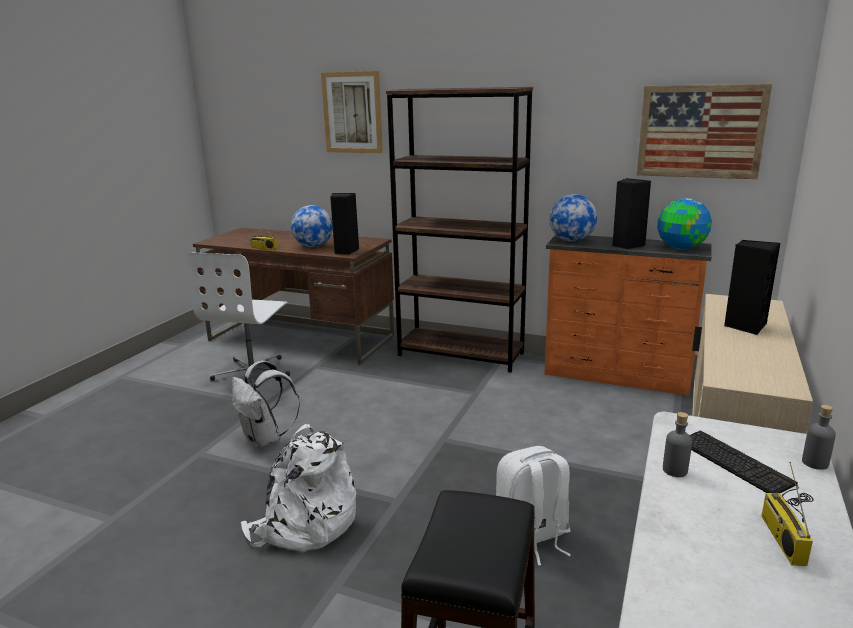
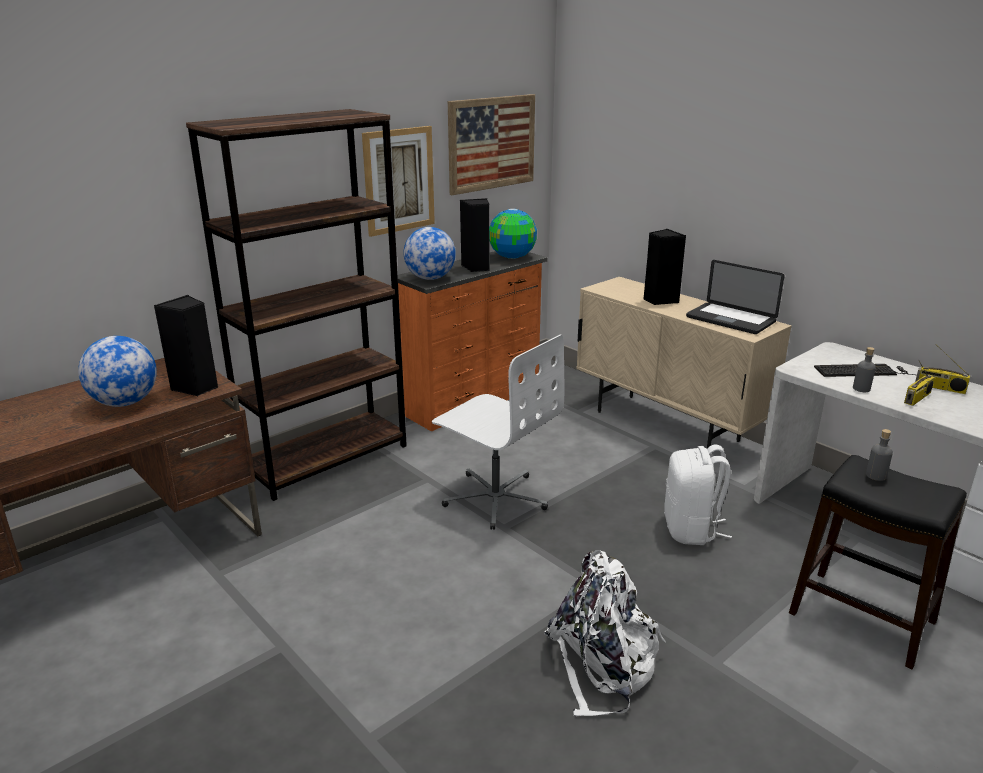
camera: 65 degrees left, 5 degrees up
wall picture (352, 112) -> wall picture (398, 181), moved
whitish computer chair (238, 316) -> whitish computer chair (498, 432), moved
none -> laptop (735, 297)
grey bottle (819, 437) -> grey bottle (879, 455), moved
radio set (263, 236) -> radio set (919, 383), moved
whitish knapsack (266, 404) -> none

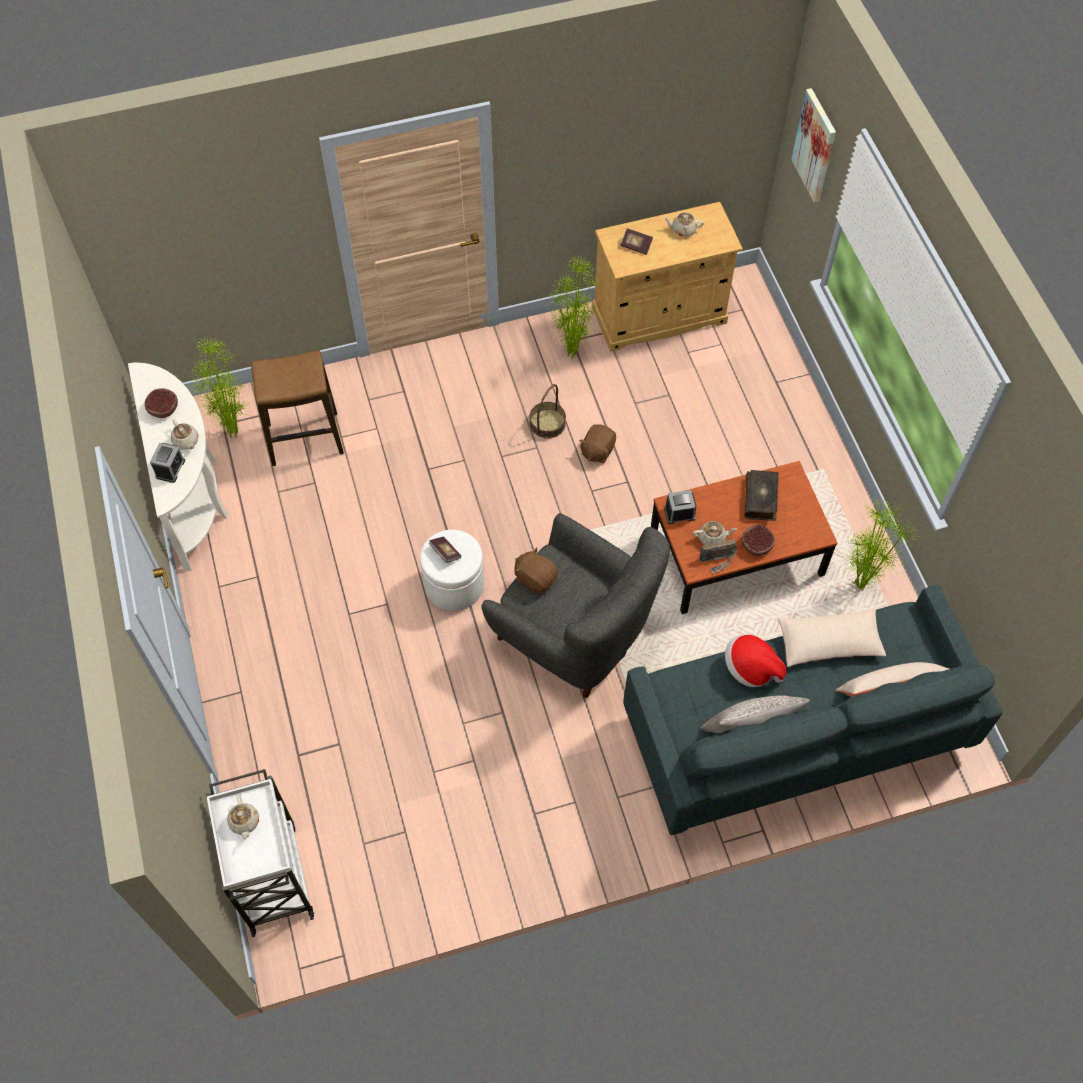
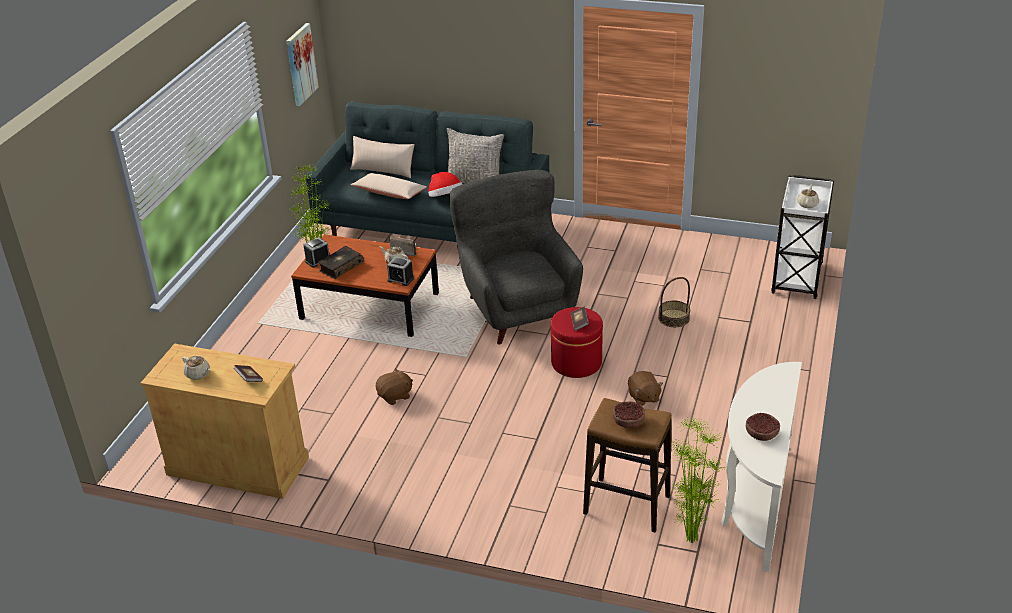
camera: 145 degrees left, 25 degrees down
wall picture (813, 145) -> wall picture (303, 64), moved
bedside clock (167, 463) -> bedside clock (316, 252), moved
whitish pouffe (452, 570) -> red pouffe (576, 342)
serving bowl (758, 540) -> serving bowl (629, 414), moved
brownish soft toy (536, 570) -> brownish soft toy (645, 388), moved
storage basket (547, 411) -> storage basket (674, 302), moved
sand-coloured tea pot (185, 434) -> none
plant in a pot (576, 307) -> none

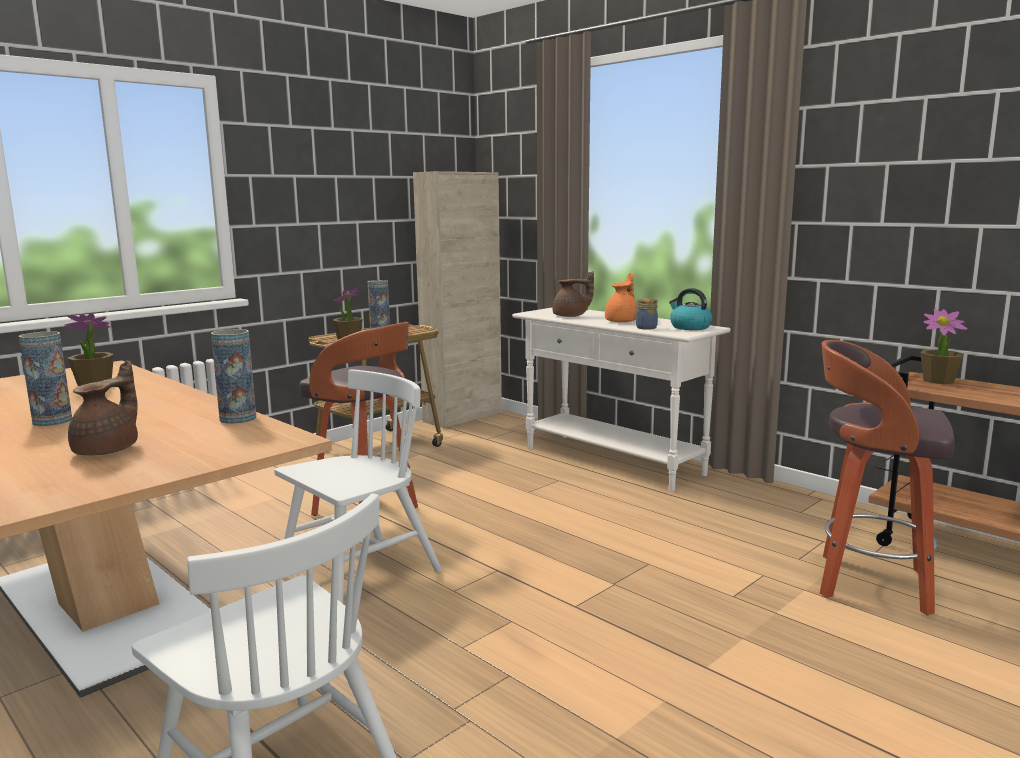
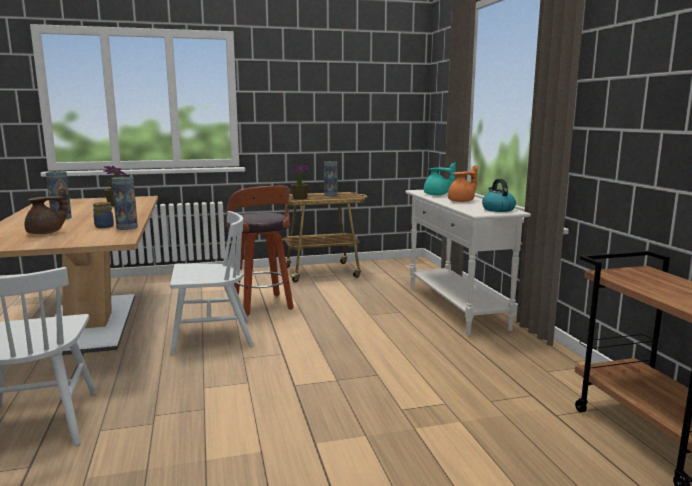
camera: 30 degrees right, 0 degrees up
jar (646, 314) -> jar (103, 215), moved
brownish tea pot (573, 294) -> blue-green tea pot (440, 178)
sand-coloured storage cabinet (457, 300) -> none
stool (887, 477) -> none
plant in a pot (944, 346) -> none

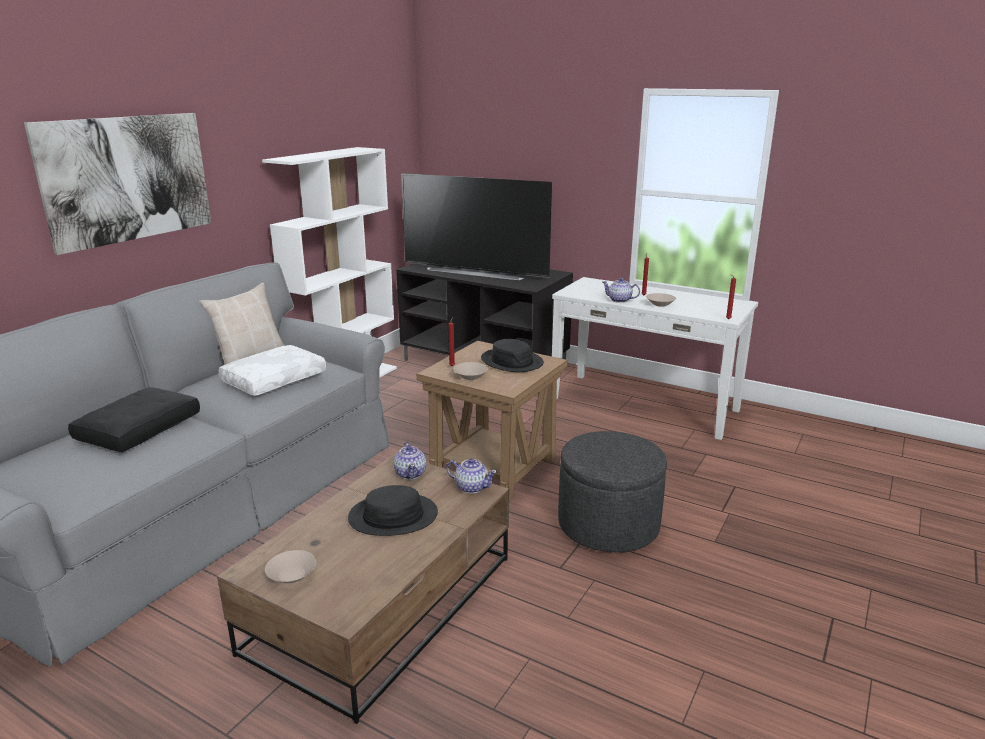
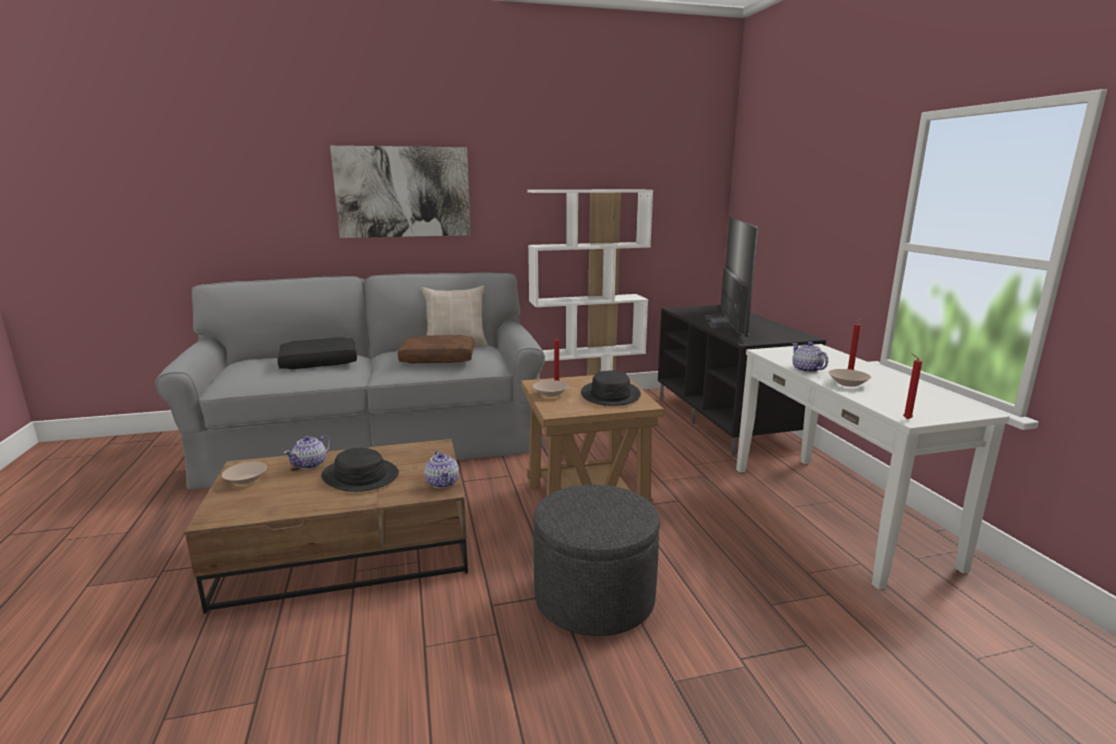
camera: 45 degrees right, 5 degrees down
tea pot (410, 460) -> tea pot (307, 452), moved
whitish pillow (272, 370) -> brownish pillow (436, 349)
television (476, 226) -> television (731, 277), 150 degrees counterclockwise

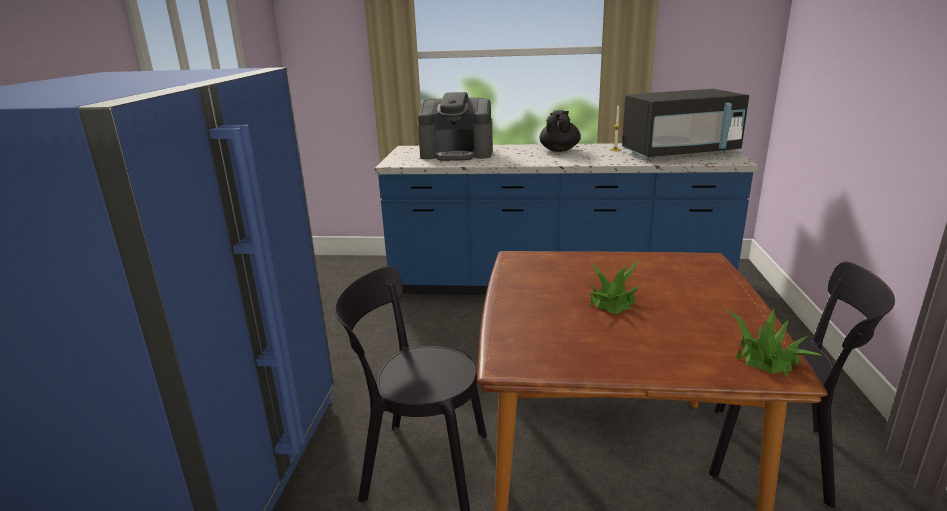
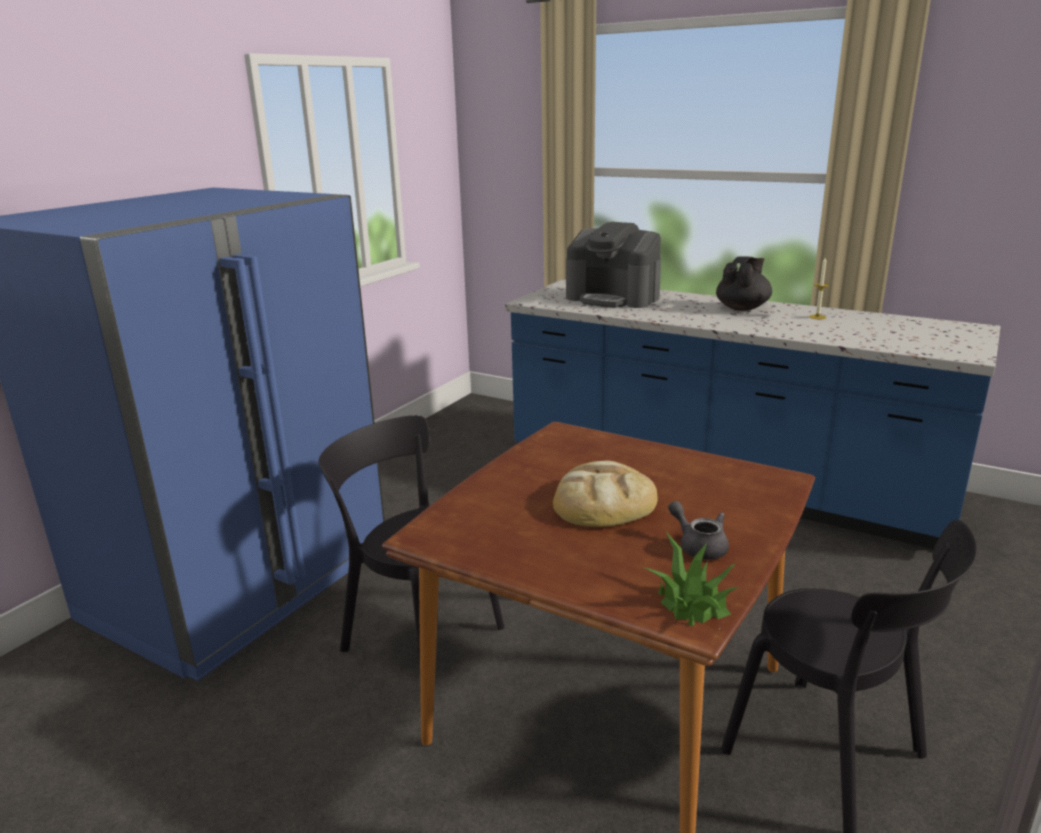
camera: 25 degrees right, 0 degrees up
plant in a pot (614, 287) -> bread (605, 493)
none -> grey tea pot (698, 530)
black kitchen microwave (685, 124) -> none

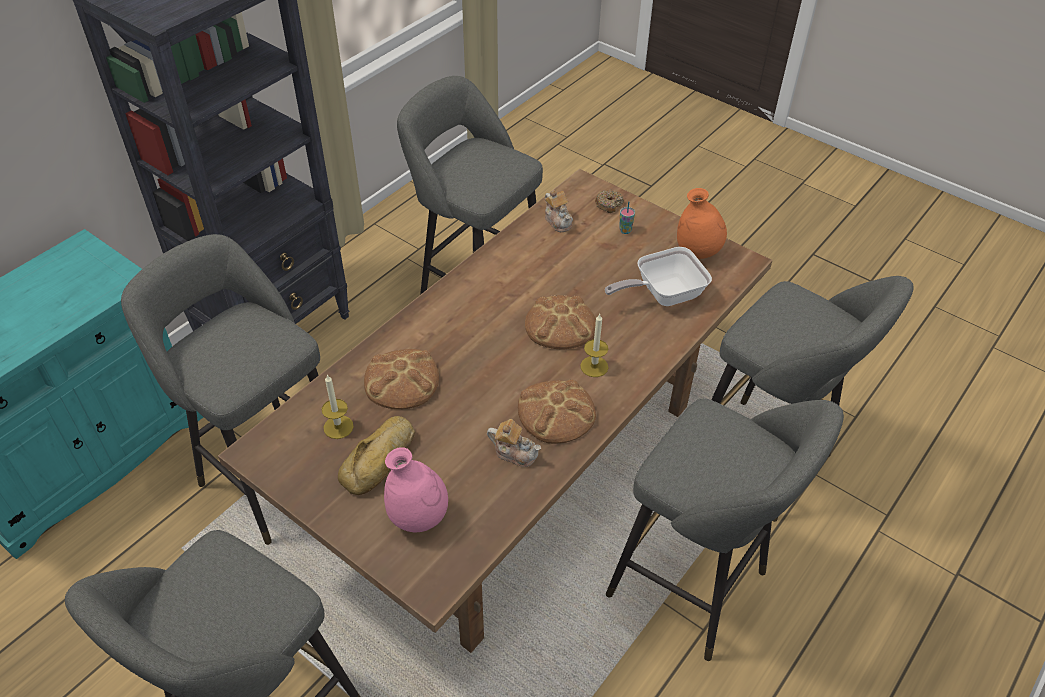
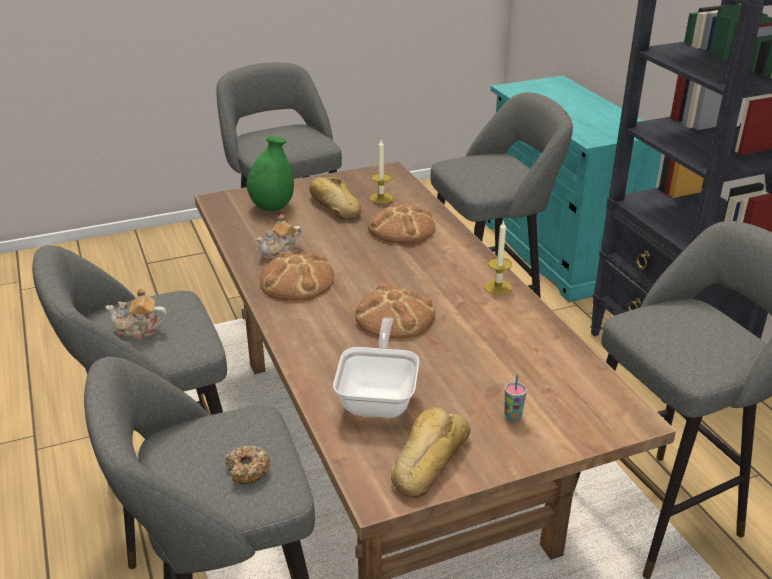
camera: 120 degrees right, 15 degrees down
tea pot (559, 211) -> tea pot (136, 313), moved
doughnut (609, 201) -> doughnut (248, 464), moved
pinkish vase (416, 489) -> green vase (270, 173)
orange-coloured vase (702, 223) -> bread (430, 452)
wax candle (594, 345) -> wax candle (498, 257), moved

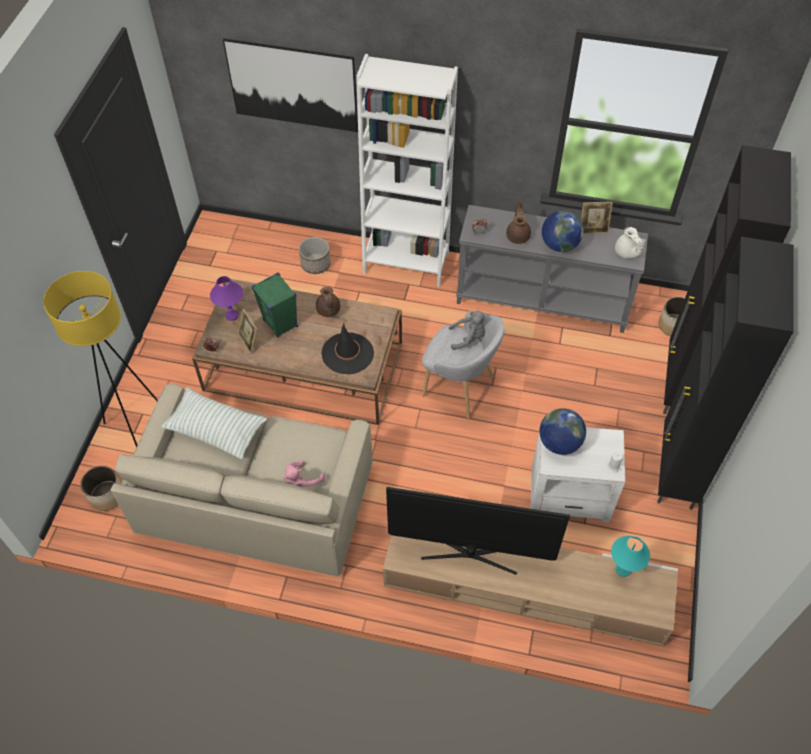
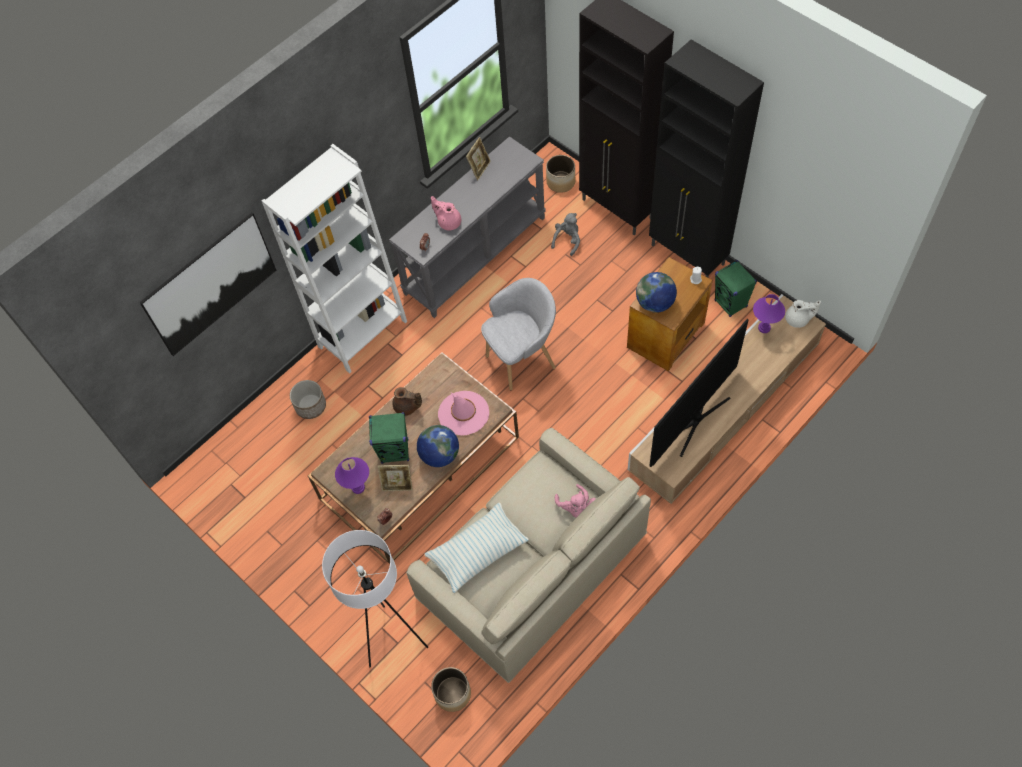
camera: 55 degrees left, 5 degrees up
yellowish floor lamp (100, 359) -> whitish floor lamp (375, 598)
world globe (562, 231) -> world globe (438, 446), moved
brownish tea pot (518, 222) -> pinkish tea pot (446, 213)
black clothing hat (348, 348) -> pinkish clothing hat (463, 413)
grey soft toy (468, 330) -> grey soft toy (565, 234), moved
whitish accent table (577, 475) -> brownish accent table (670, 314)
none -> green audio speaker (735, 288)
blue-green table lamp (630, 556) -> purple table lamp (769, 313)
whitish tea pot (630, 242) -> whitish tea pot (803, 314), moved

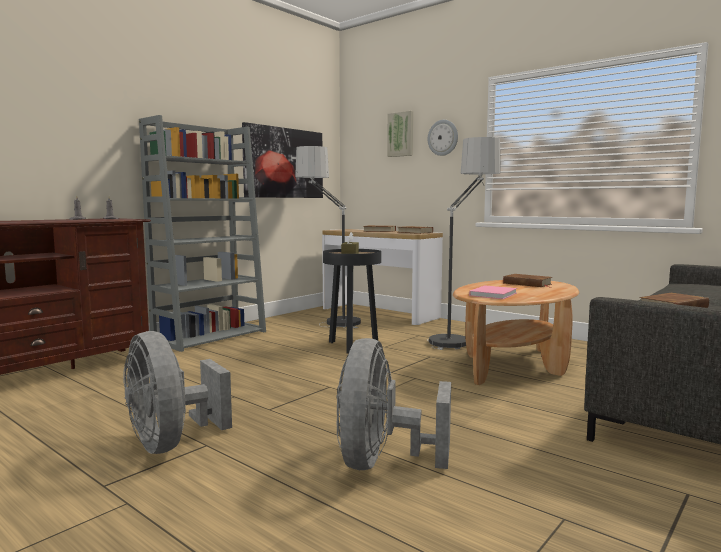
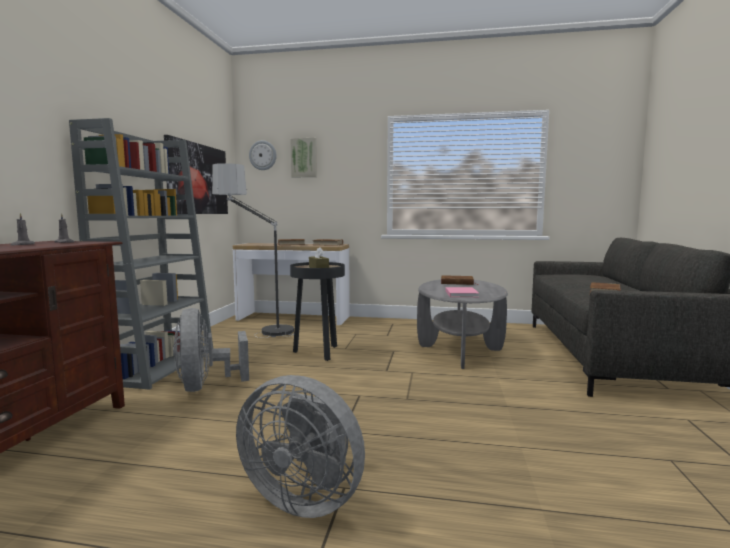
camera: 30 degrees left, 0 degrees up
grey fan (393, 404) -> grey fan (211, 350), moved
wall clock (443, 138) -> wall clock (262, 155), moved
brownish low table (516, 332) -> grey low table (462, 324)
floor lamp (464, 243) -> none

